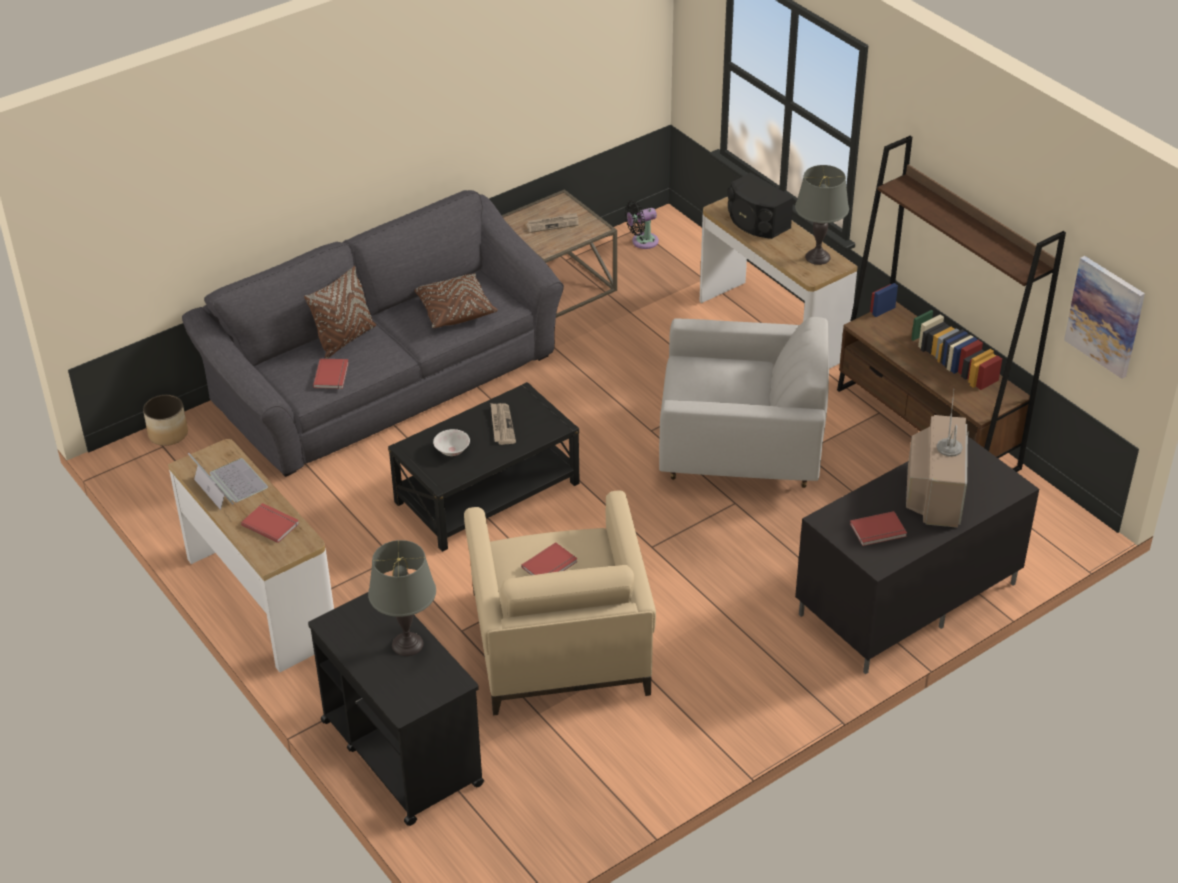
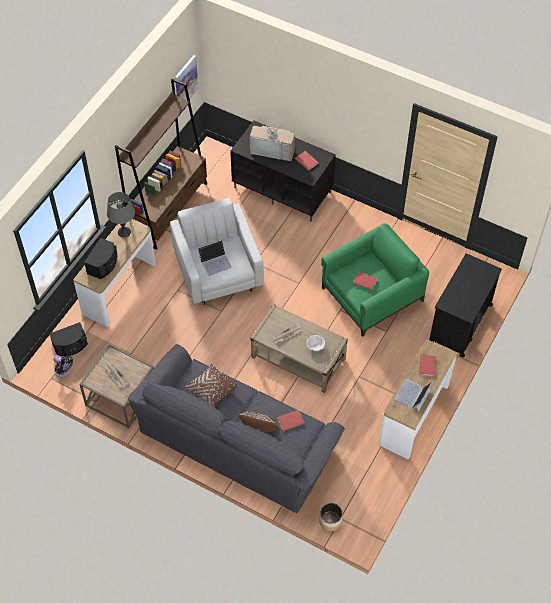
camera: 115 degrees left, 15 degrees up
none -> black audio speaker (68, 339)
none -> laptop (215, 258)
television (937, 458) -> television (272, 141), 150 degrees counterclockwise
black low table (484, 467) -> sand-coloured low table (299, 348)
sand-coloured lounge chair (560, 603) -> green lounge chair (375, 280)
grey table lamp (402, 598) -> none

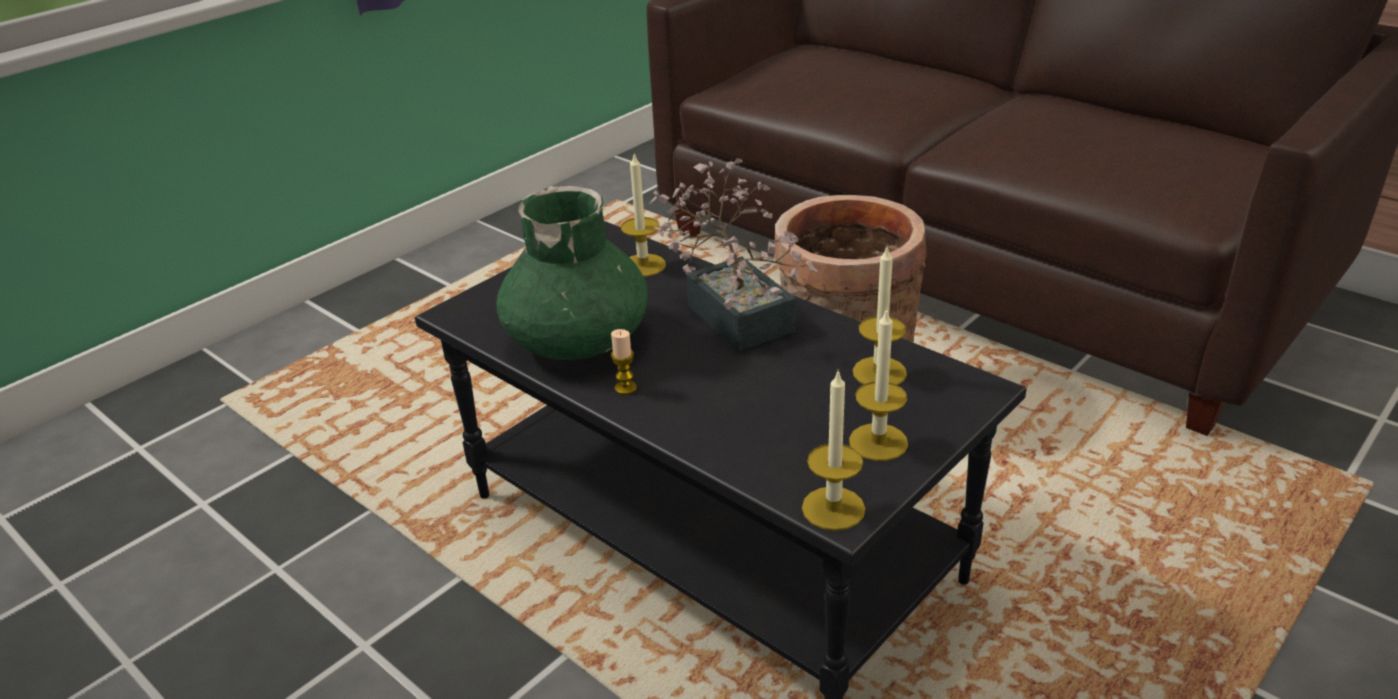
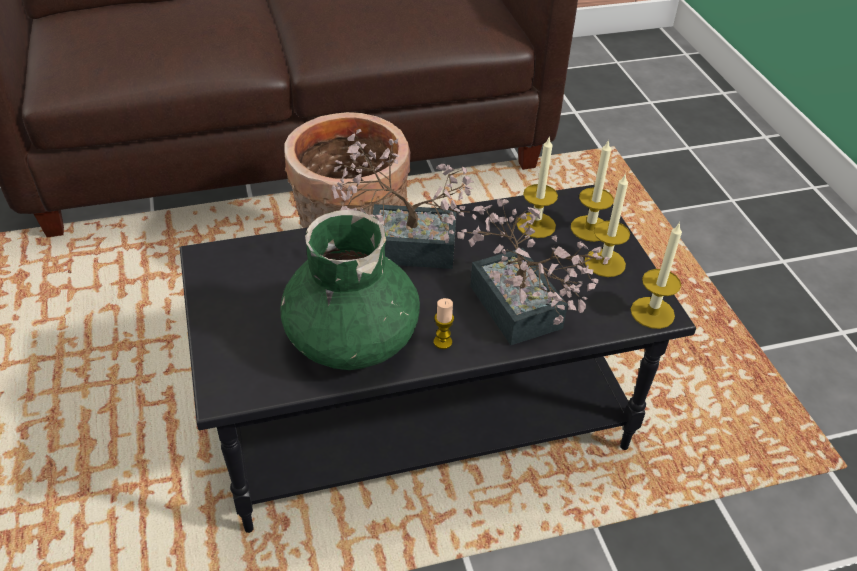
camera: 60 degrees left, 10 degrees up
none -> plant in a pot (533, 271)
wax candle (643, 215) -> wax candle (592, 190), moved

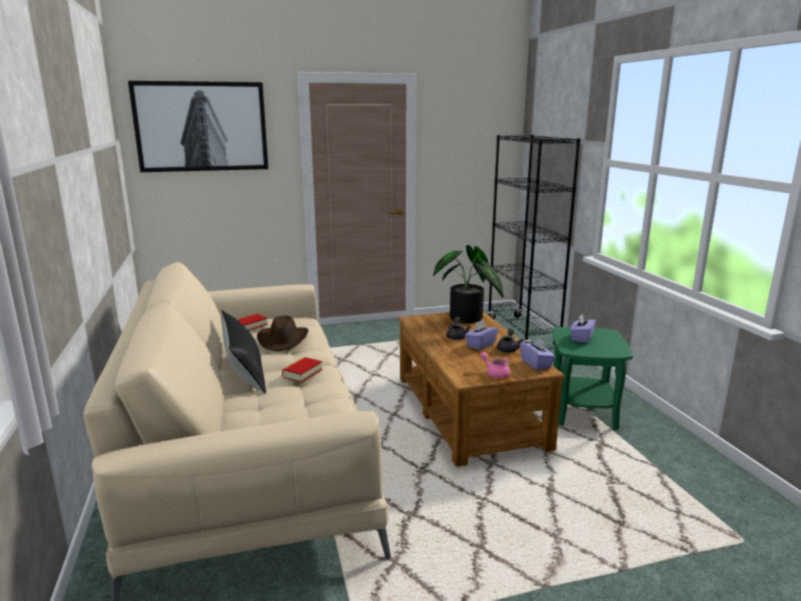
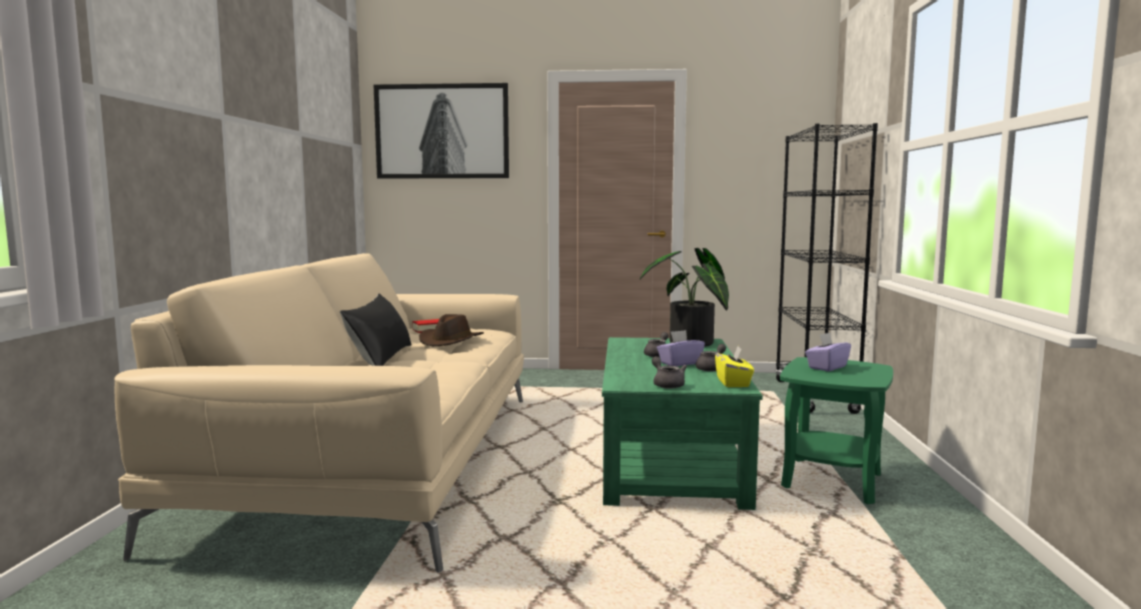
camera: 20 degrees right, 10 degrees down
brownish low table (482, 389) -> green low table (682, 423)
pinkish tea pot (495, 365) -> grey tea pot (669, 372)
purple tissue box (538, 353) -> yellowish tissue box (734, 367)
bound book (302, 370) -> none

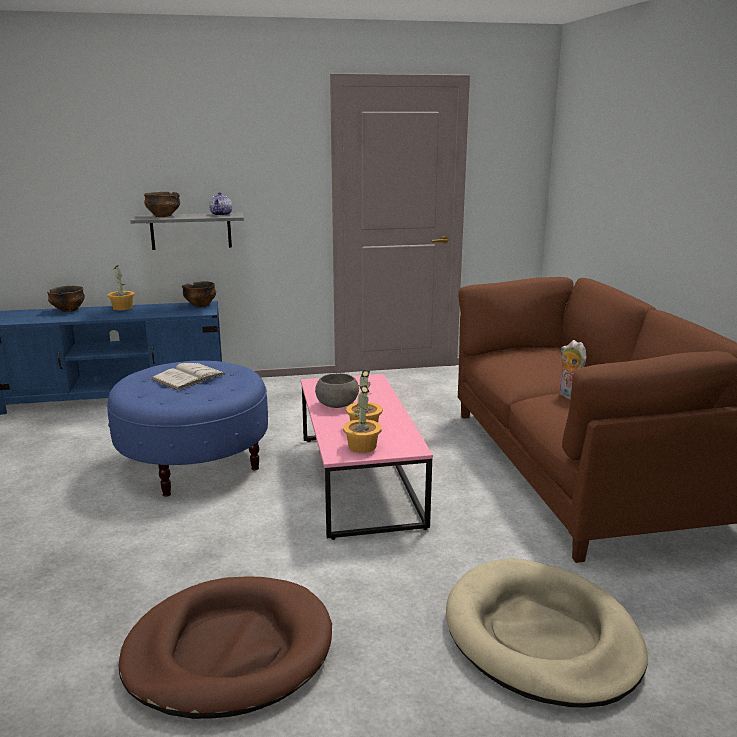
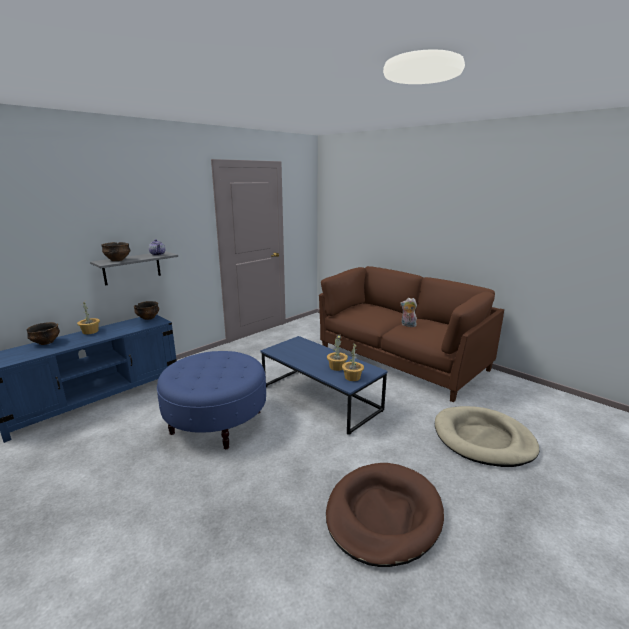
camera: 35 degrees left, 0 degrees up
pinkish low table (367, 457) -> blue low table (324, 385)
whitish bound book (188, 376) -> none
grey serving bowl (337, 390) -> none

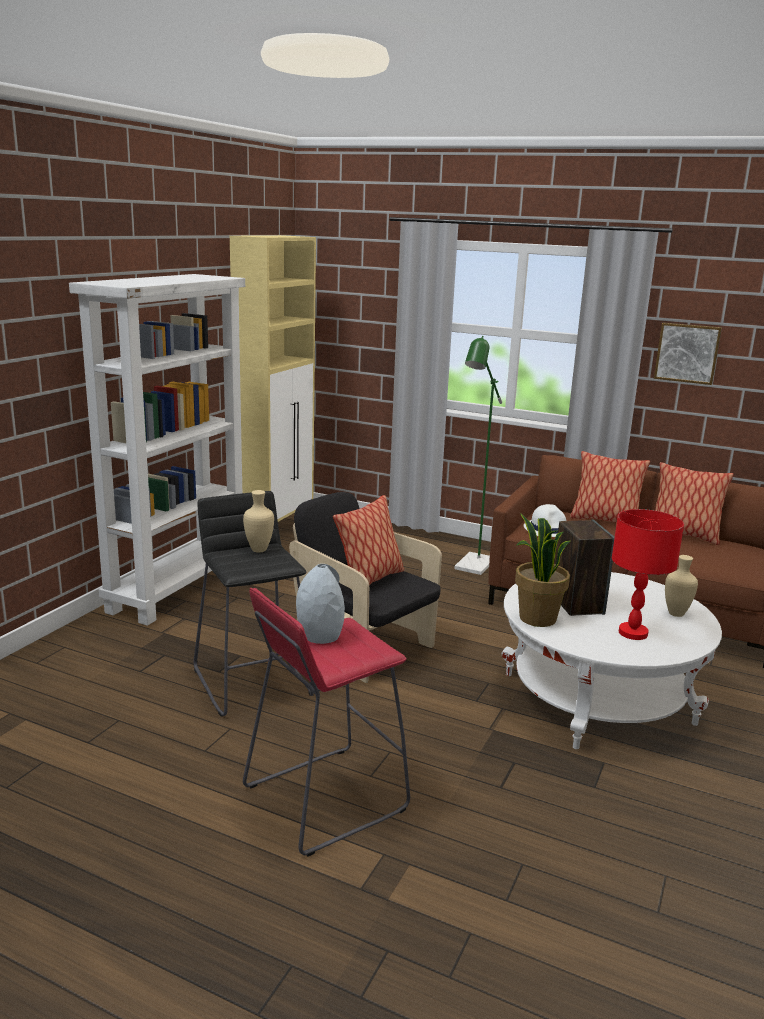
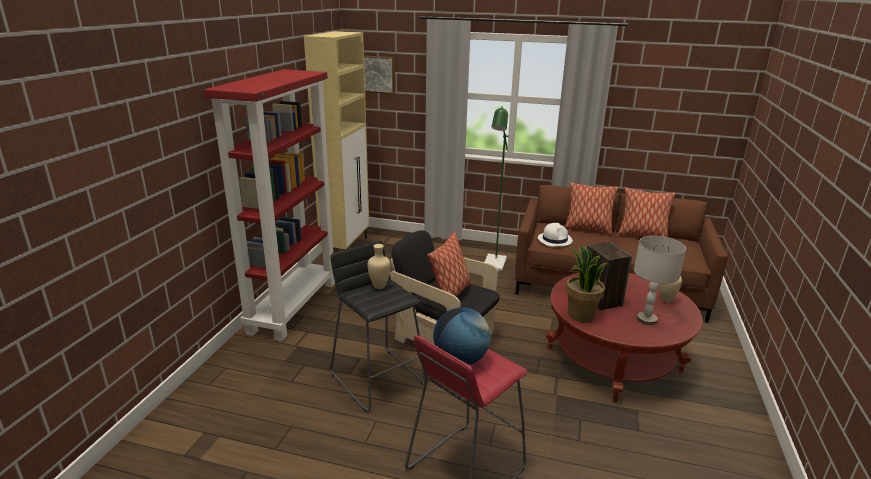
camera: 10 degrees left, 5 degrees up
whitish bookshelf (157, 449) -> red bookshelf (269, 205)
wall picture (688, 353) -> wall picture (379, 74), moved
grey vase (320, 604) -> world globe (462, 336)
whitish low table (612, 660) -> red low table (624, 337)
red table lamp (648, 574) -> grey table lamp (660, 280)

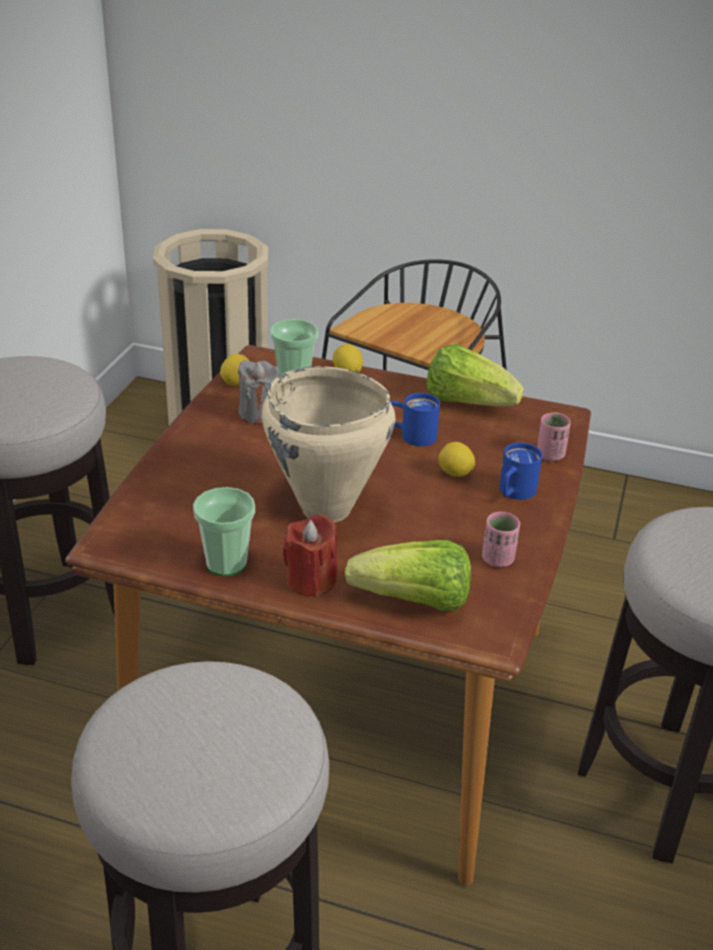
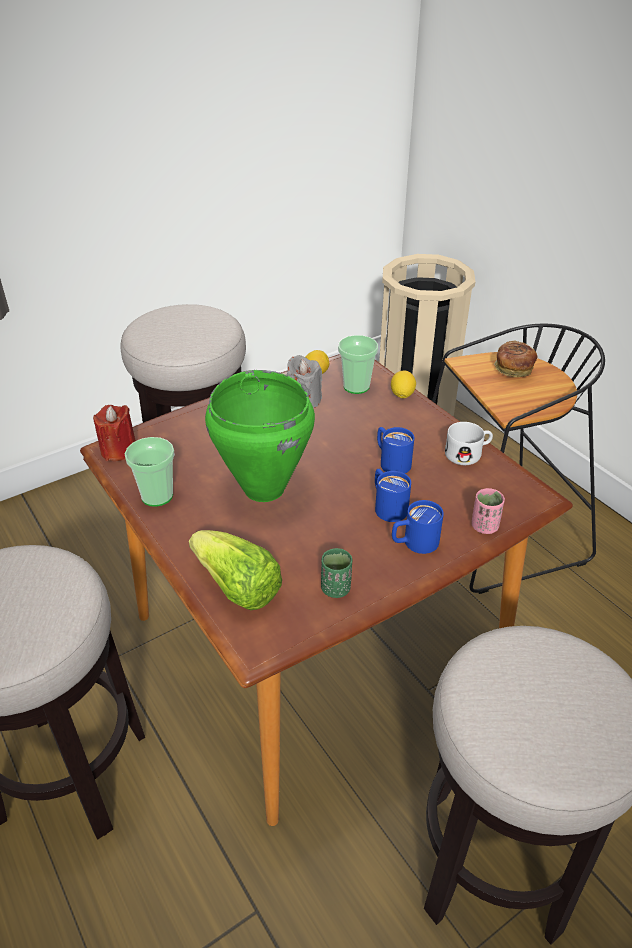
camera: 40 degrees right, 5 degrees up
red wax candle (310, 556) -> red wax candle (114, 433), moved
sand-coloured cooking pot (328, 444) -> green cooking pot (260, 436)
pinkish drinking cup (501, 539) -> green drinking cup (336, 573)
whole lemon (457, 459) -> blue tea mug (393, 495)
lettuce (475, 375) -> whitish tea mug (469, 443)
none -> bread (515, 359)

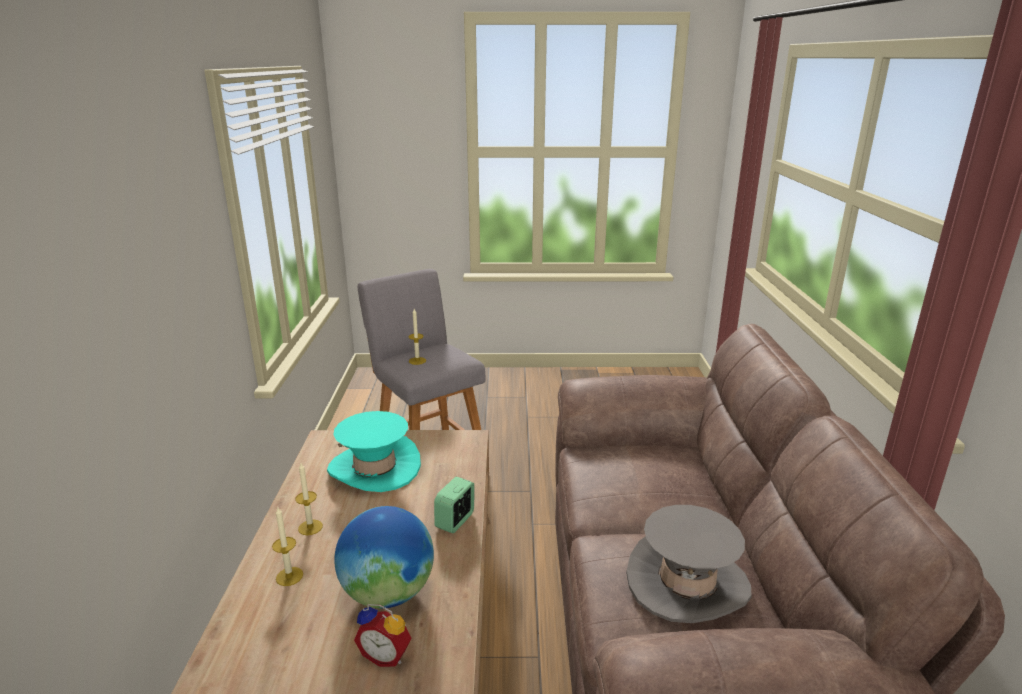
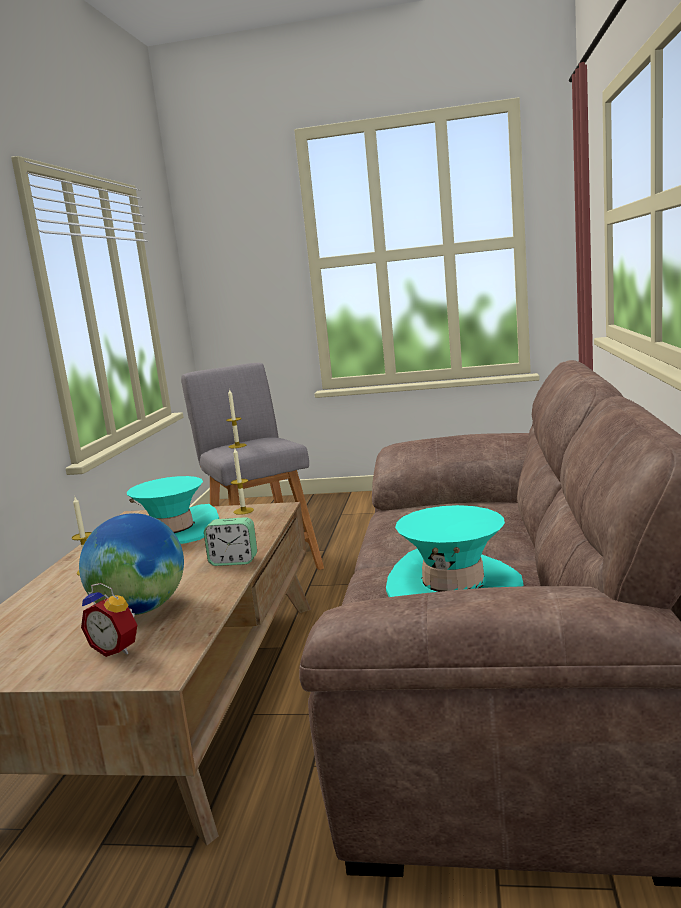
camera: 10 degrees right, 10 degrees down
bedside clock (454, 505) -> bedside clock (230, 541), 120 degrees counterclockwise
wax candle (287, 547) -> wax candle (242, 481), moved
grey clothing hat (688, 564) -> blue-green clothing hat (454, 551)

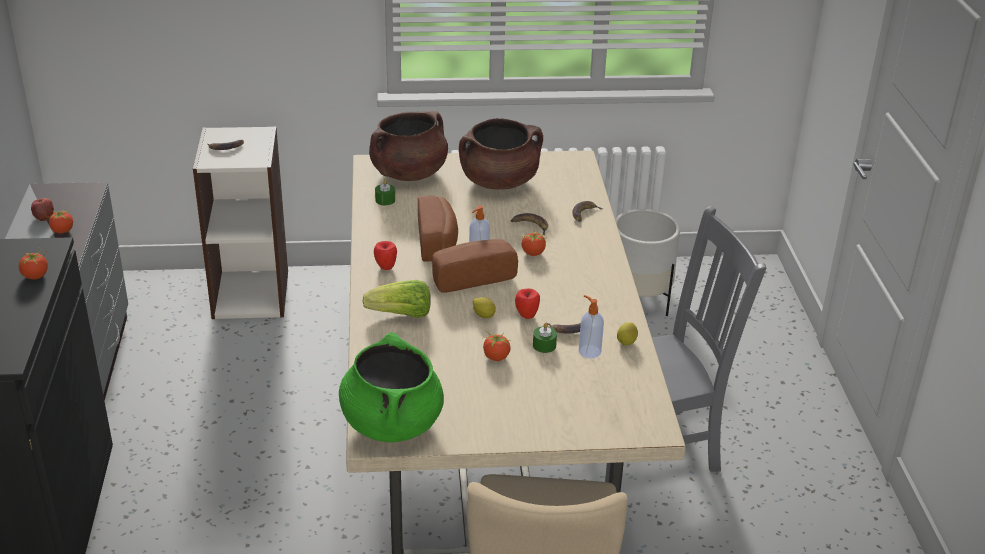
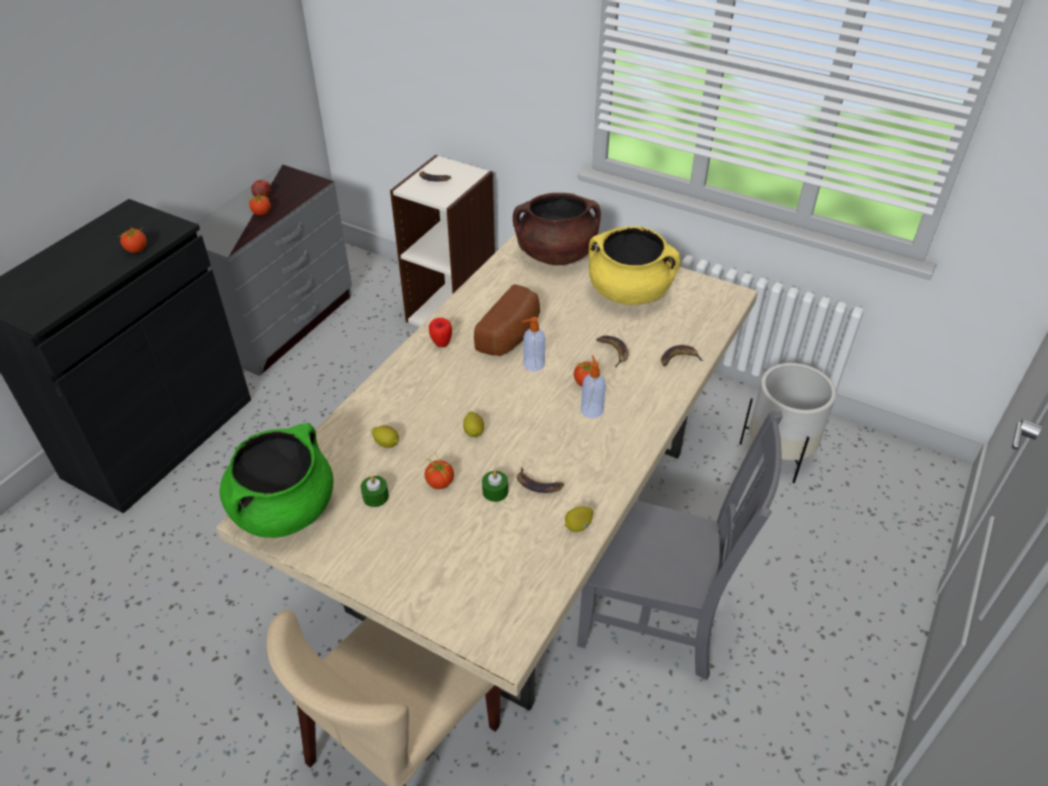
camera: 35 degrees right, 10 degrees up
green wax candle (385, 192) -> green wax candle (375, 491), moved
none -> whole lemon (385, 436)
liquid soap bottle (591, 326) -> liquid soap bottle (593, 386), moved
brownish cooking pot (501, 154) -> yellowish cooking pot (634, 265)
lettuce (396, 299) -> none
bread (475, 266) -> none
apple (527, 304) -> none

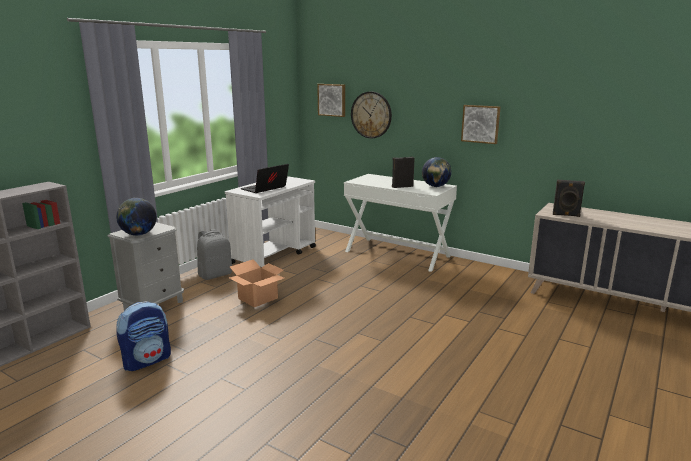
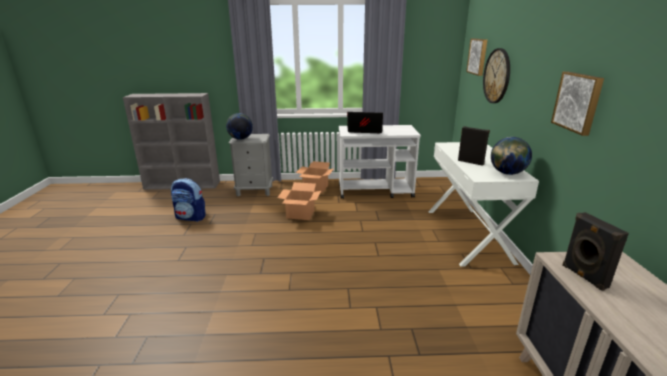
camera: 55 degrees right, 5 degrees up
grey knapsack (214, 254) -> packing box (315, 177)

